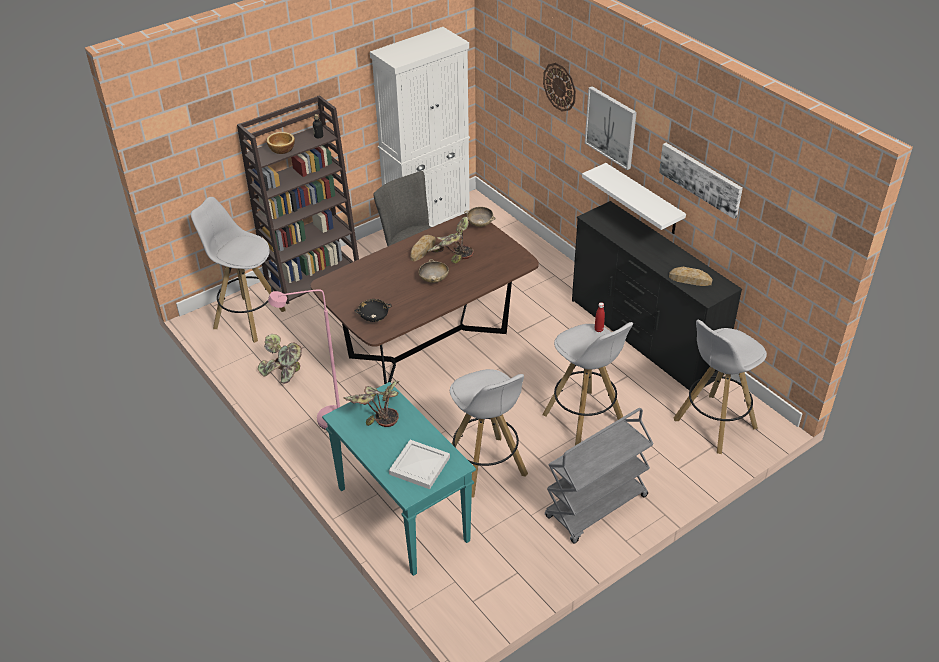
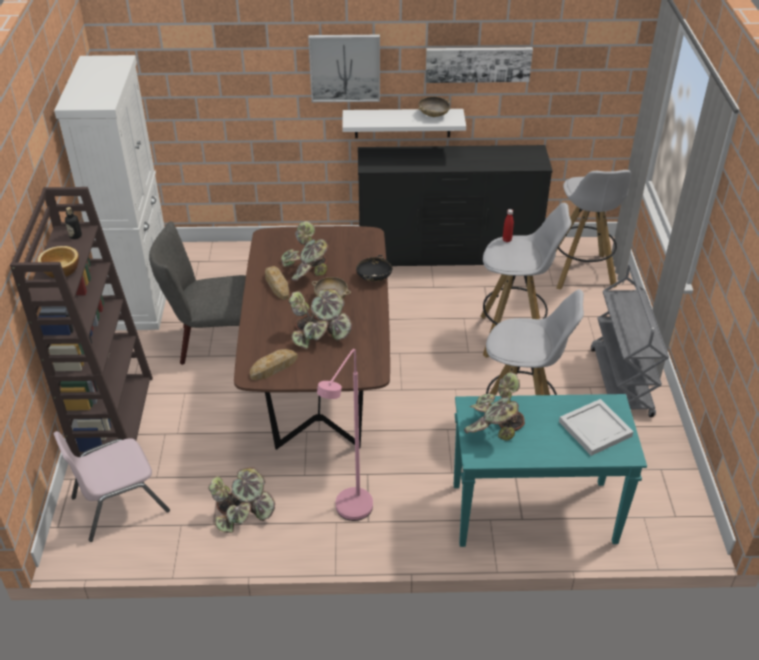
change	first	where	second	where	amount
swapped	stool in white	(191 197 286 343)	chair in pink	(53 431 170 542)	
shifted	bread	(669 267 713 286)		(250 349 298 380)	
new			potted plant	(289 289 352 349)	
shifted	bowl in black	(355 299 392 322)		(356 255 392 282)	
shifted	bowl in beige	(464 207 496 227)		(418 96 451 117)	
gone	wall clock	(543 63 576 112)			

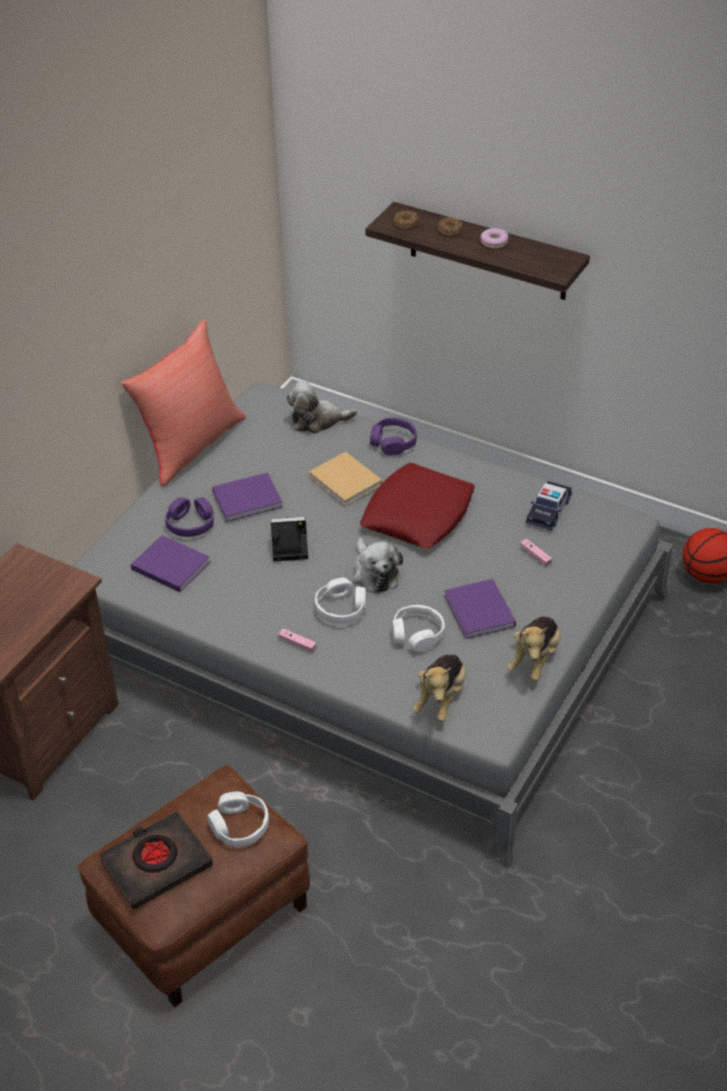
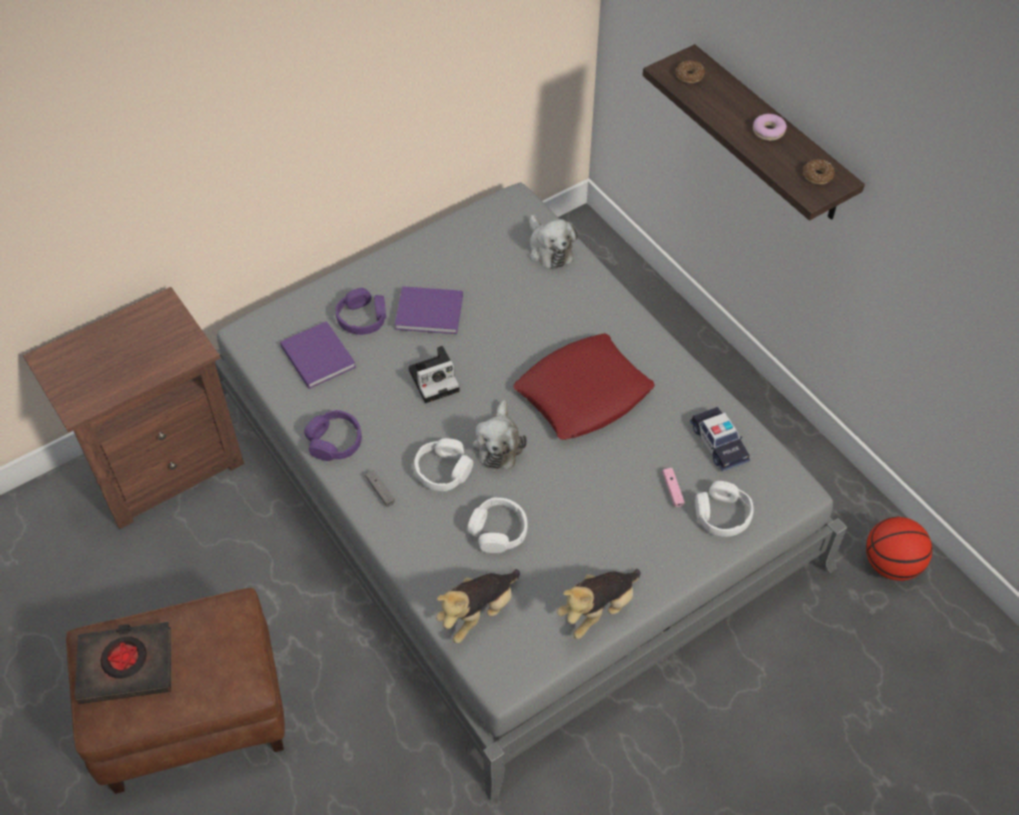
change	first	where	second	where	amount
shifted	headphones in purple	(370 418 417 456)		(304 410 362 461)	
repainted	game controller in pink	(278 628 316 652)	game controller in grey	(365 470 395 507)	
rotated	photo camera	(270 517 308 561)		(409 346 460 403)	135 degrees clockwise
rotated	plush toy	(287 381 357 434)		(529 215 578 269)	135 degrees counterclockwise
rotated	toy car	(526 481 572 531)		(690 407 750 472)	75 degrees counterclockwise
shifted	headphones in white	(207 792 269 847)		(695 481 754 537)	
shifted	donut	(438 217 463 236)		(803 159 835 184)	
gone	pillow in red	(121 319 246 486)			
gone	book in beige	(309 452 382 506)			
gone	book in purple	(444 579 516 639)			

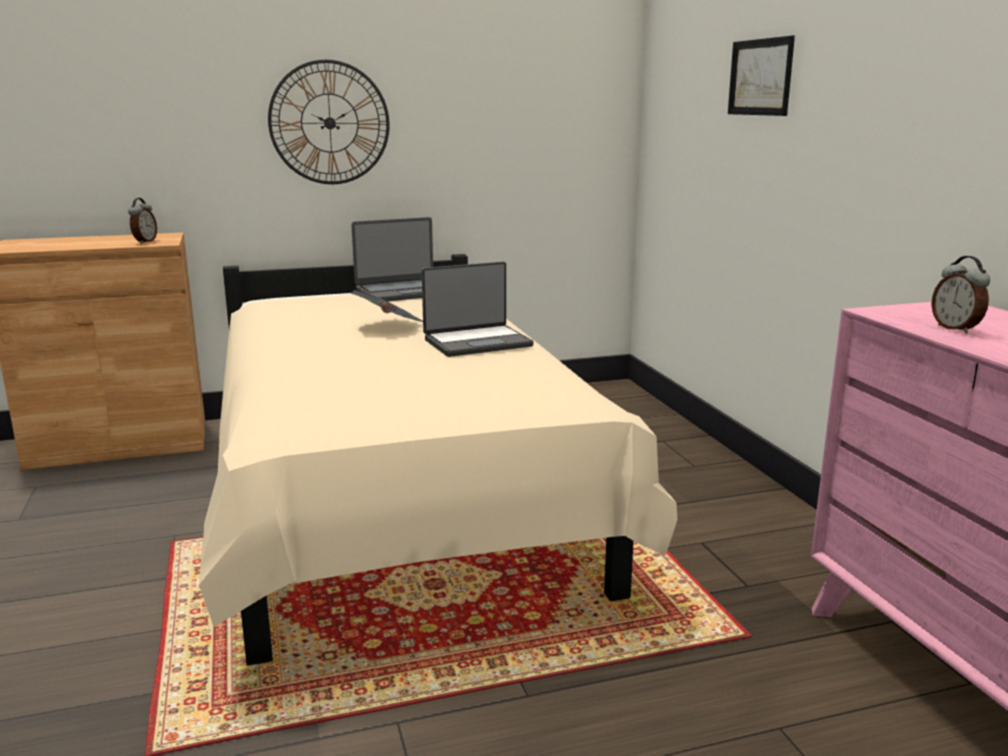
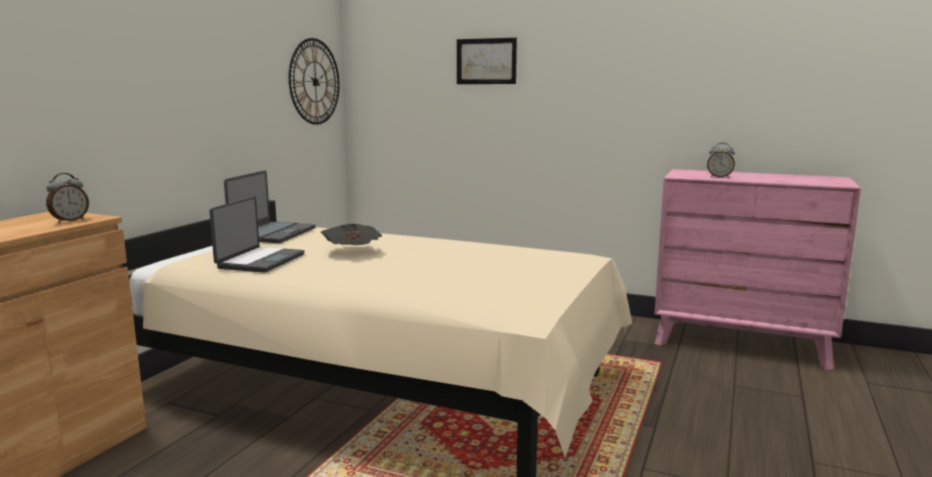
change	first	where	second	where	amount
rotated	alarm clock	(128 198 157 244)		(46 173 89 223)	75 degrees clockwise
shifted	laptop	(422 262 534 357)		(209 197 304 273)	
shifted	wall clock	(268 60 389 184)		(289 38 340 125)	

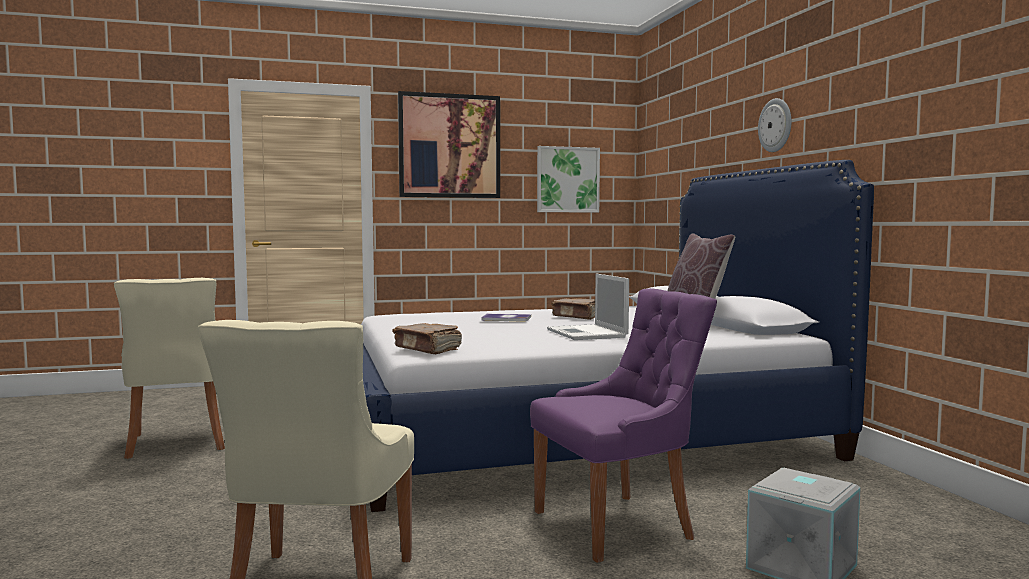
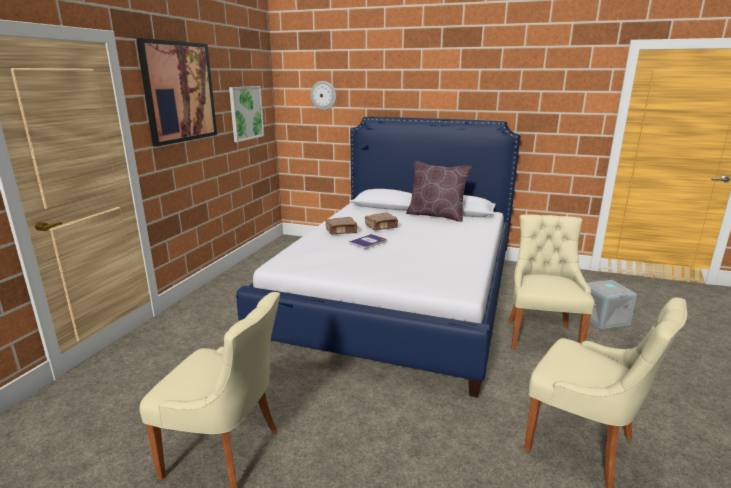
change	first	where	second	where	amount
shifted	wall clock	(758 98 792 152)		(310 81 336 110)	
shifted	book in brown	(392 323 462 354)		(326 217 358 234)	
repainted	chair in purple	(530 288 717 563)	chair in beige	(508 215 595 350)	
gone	laptop	(547 273 629 340)			

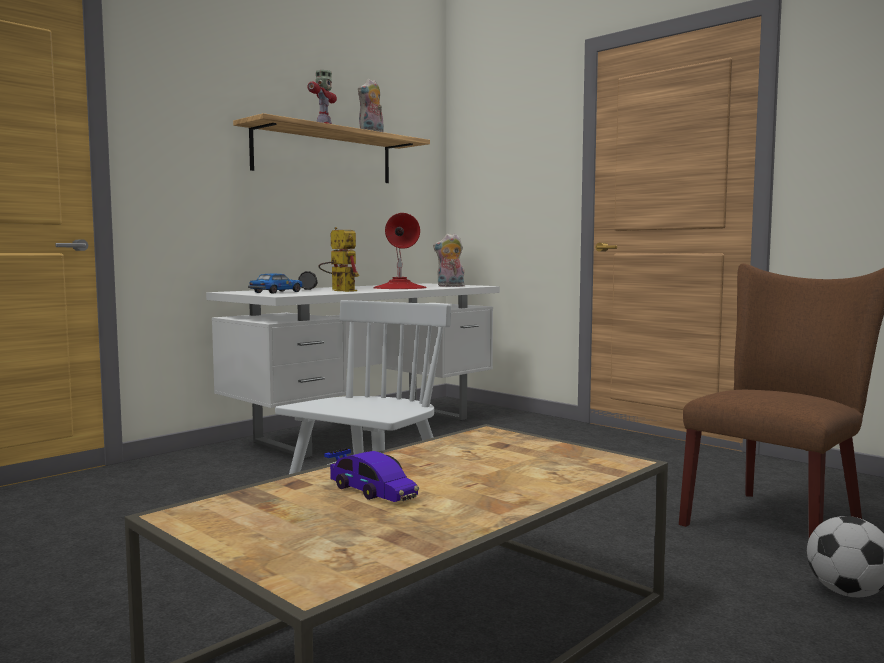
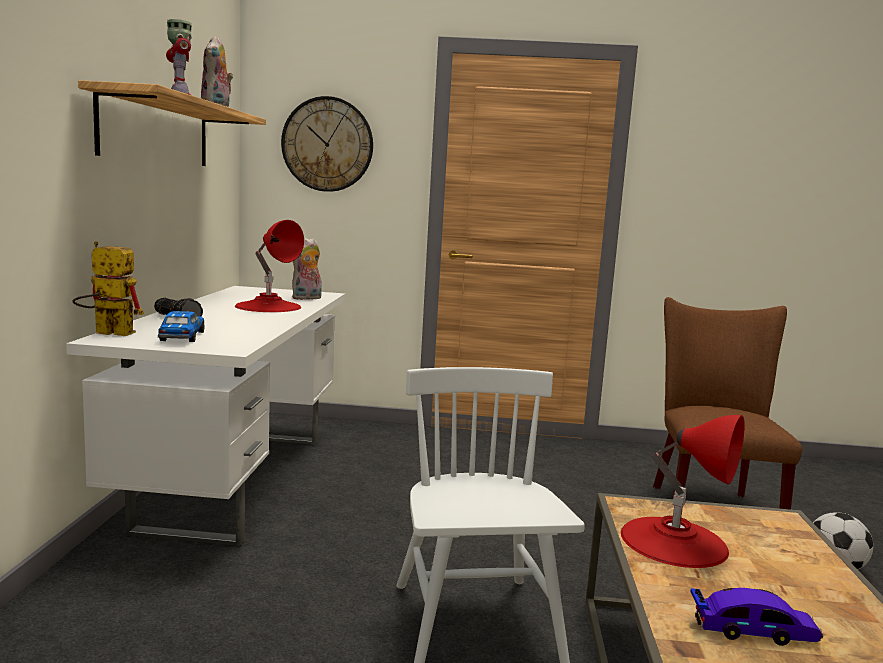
change	first	where	second	where	amount
shifted	toy robot	(319 227 359 292)		(73 241 144 336)	
new			wall clock	(281 96 373 192)	
new			table lamp in red	(621 415 745 568)	

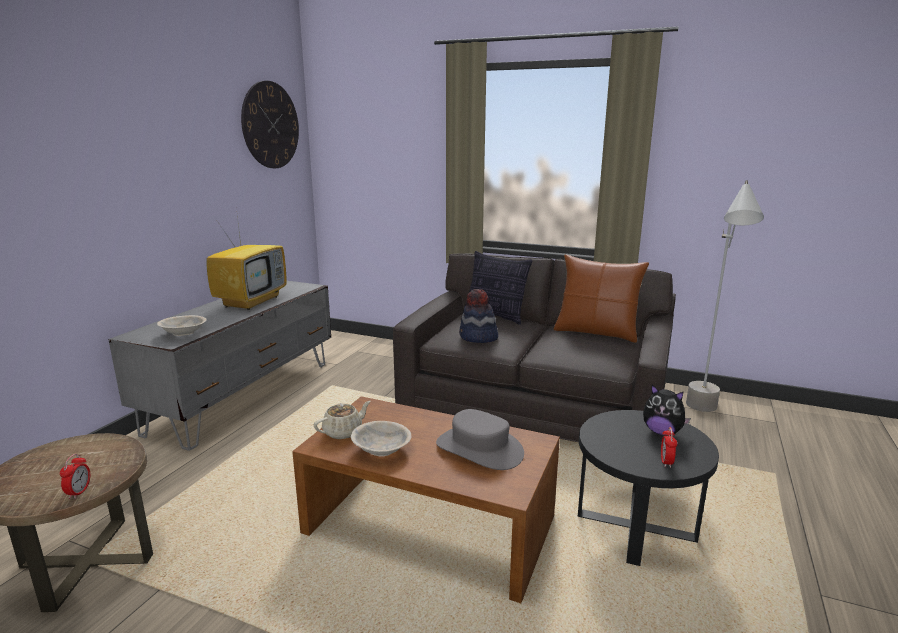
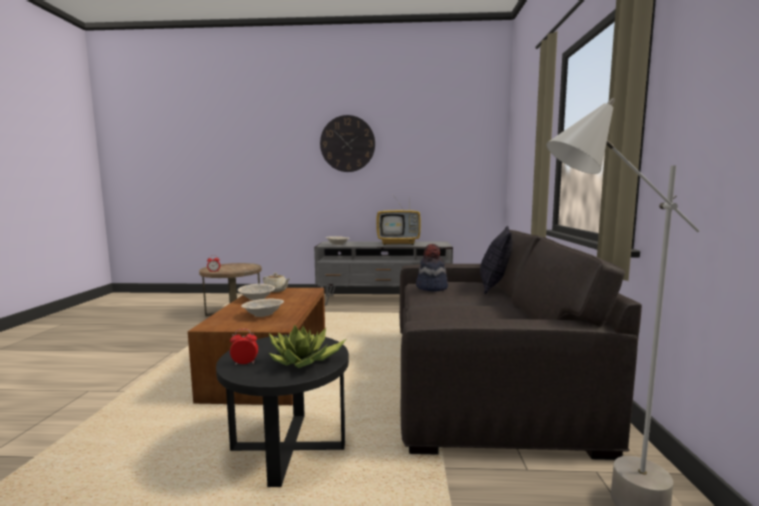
change	first	where	second	where	amount
swapped	hat in grey	(436 409 524 470)	bowl in beige	(241 299 284 317)	
swapped	plush toy	(643 385 691 436)	potted plant	(269 325 346 368)	
shifted	wall clock	(241 81 299 168)		(320 115 375 172)	
gone	pillow in brown	(554 255 649 343)			

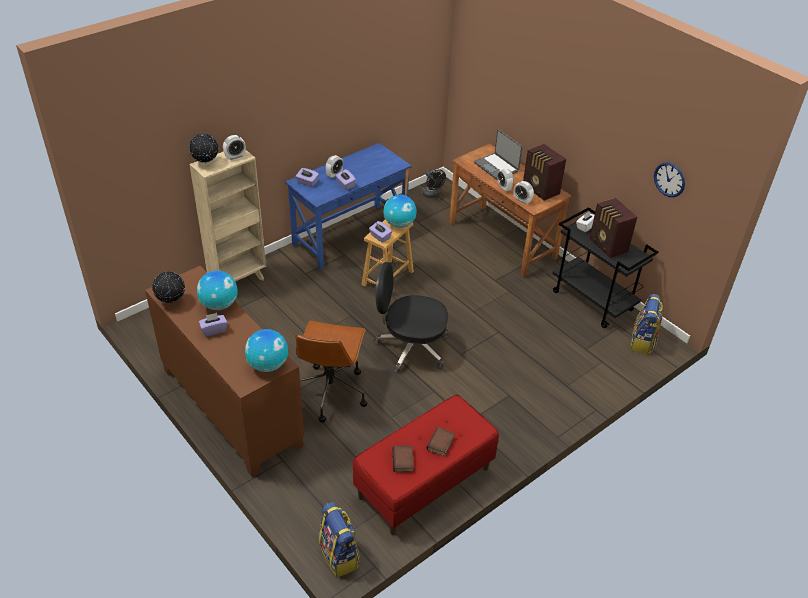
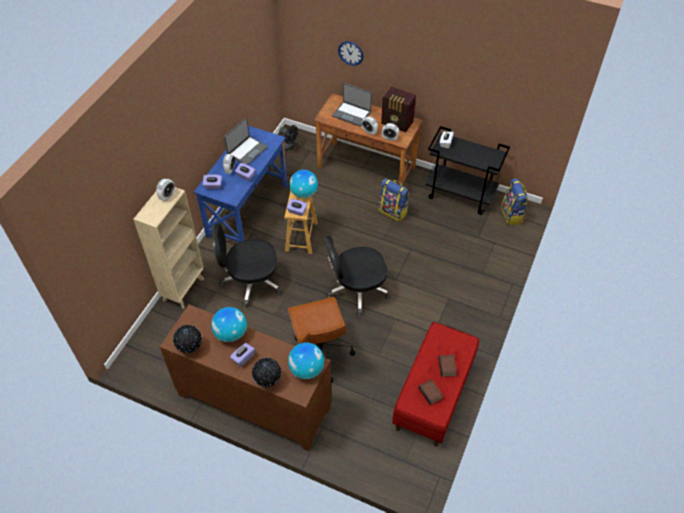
change	first	where	second	where	amount
new			office chair in black	(213 223 281 308)	
new			laptop	(224 118 268 165)	
shifted	globe	(189 132 218 164)		(252 358 281 387)	
shifted	wall clock	(654 162 685 197)		(338 41 363 66)	
shifted	backpack	(319 502 360 577)		(378 178 409 222)	
gone	radio	(590 198 637 258)			

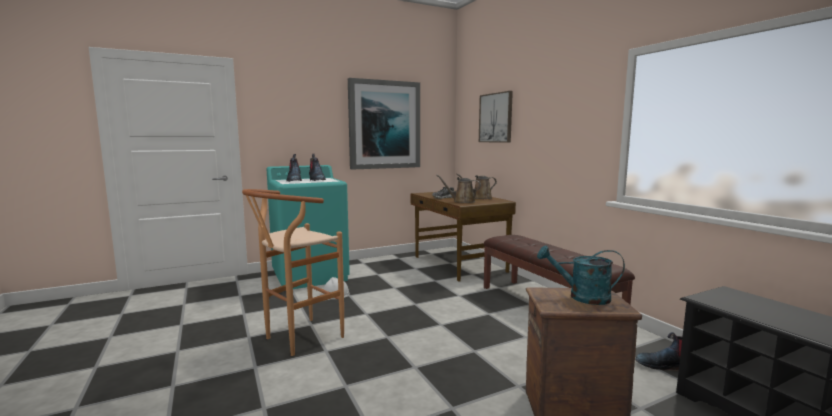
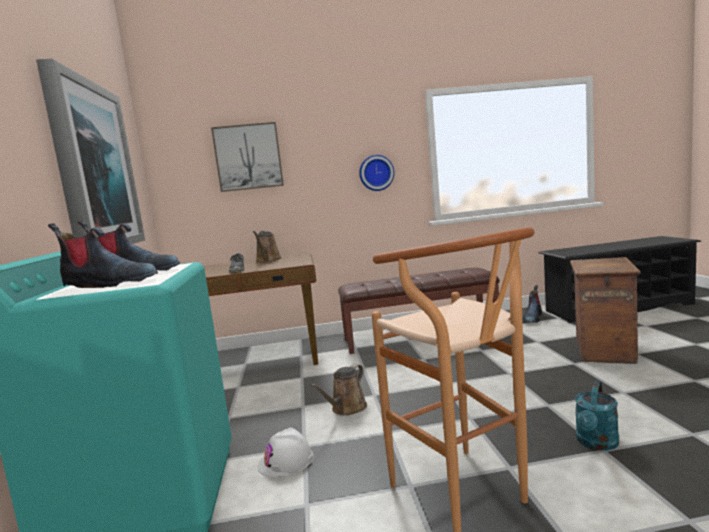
change	first	where	second	where	amount
shifted	watering can in brown	(436 174 481 203)		(310 364 367 416)	
new			wall clock	(359 155 394 191)	
shifted	watering can in turquoise	(537 245 625 305)		(575 381 619 451)	

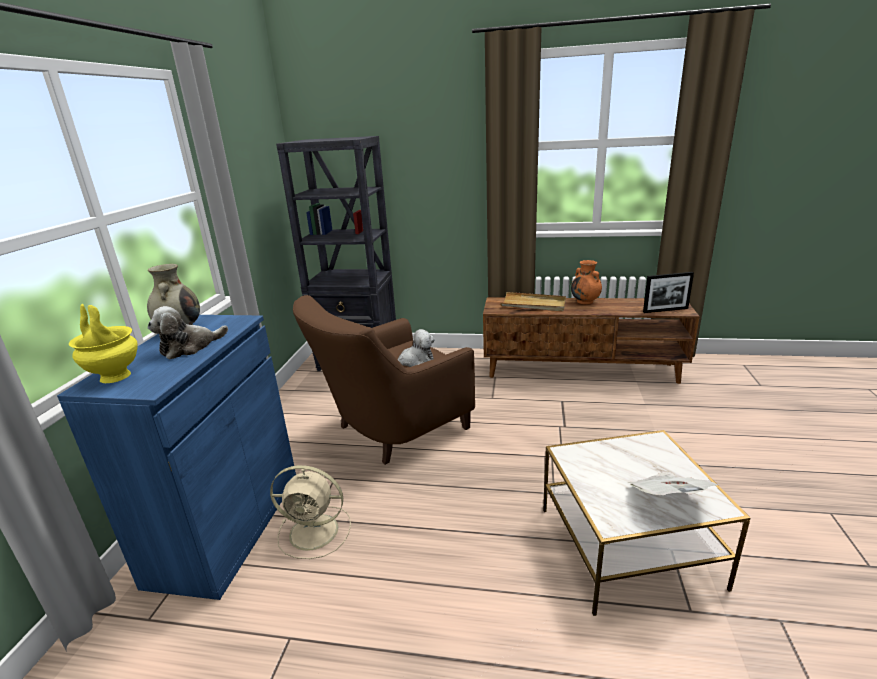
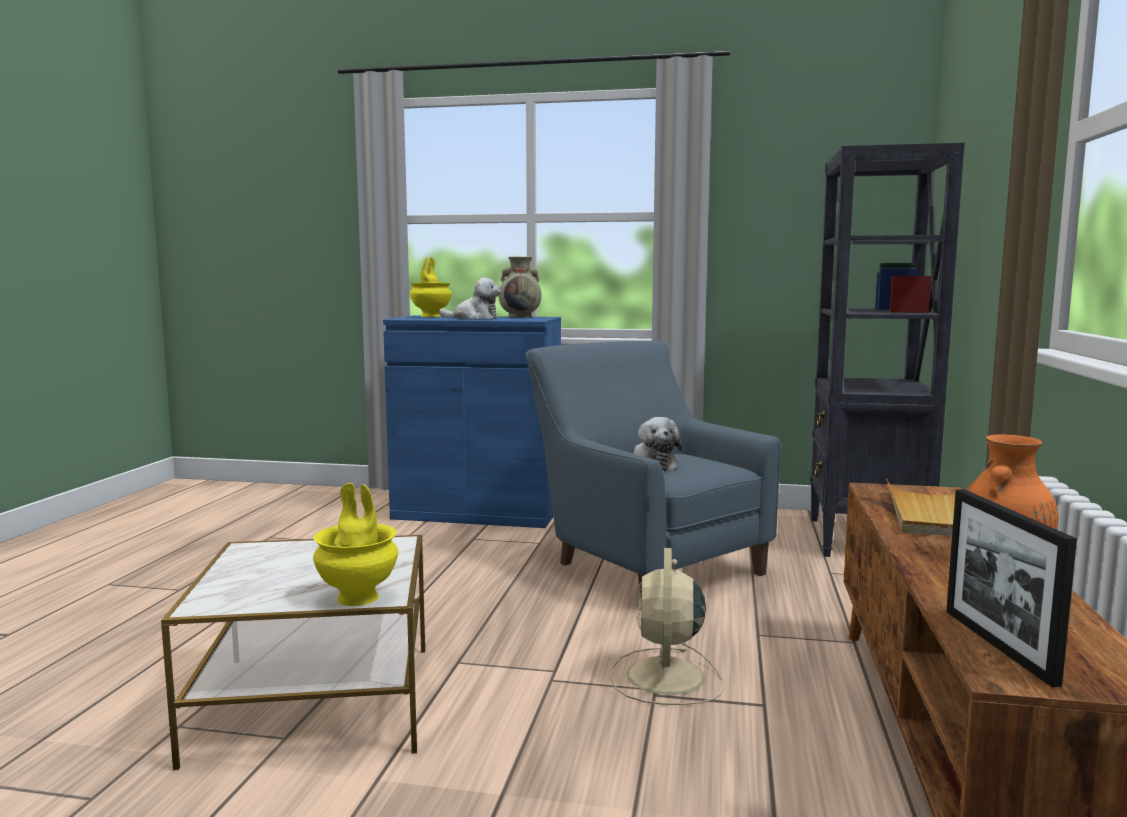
change	first	where	second	where	amount
new			vase in yellow	(313 483 398 606)	
rotated	plush toy	(148 306 228 360)		(439 277 501 319)	135 degrees clockwise
repainted	armchair in brown	(293 295 475 465)	armchair in blue	(525 341 781 598)	
shifted	fan in beige	(270 465 351 559)		(610 548 724 705)	
gone	newspaper	(628 473 718 495)			

